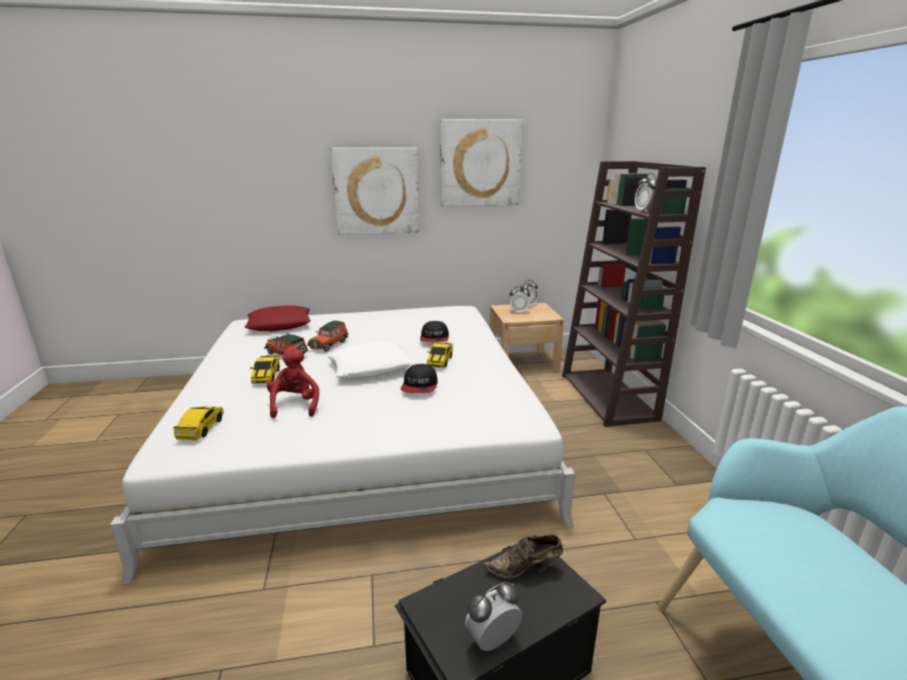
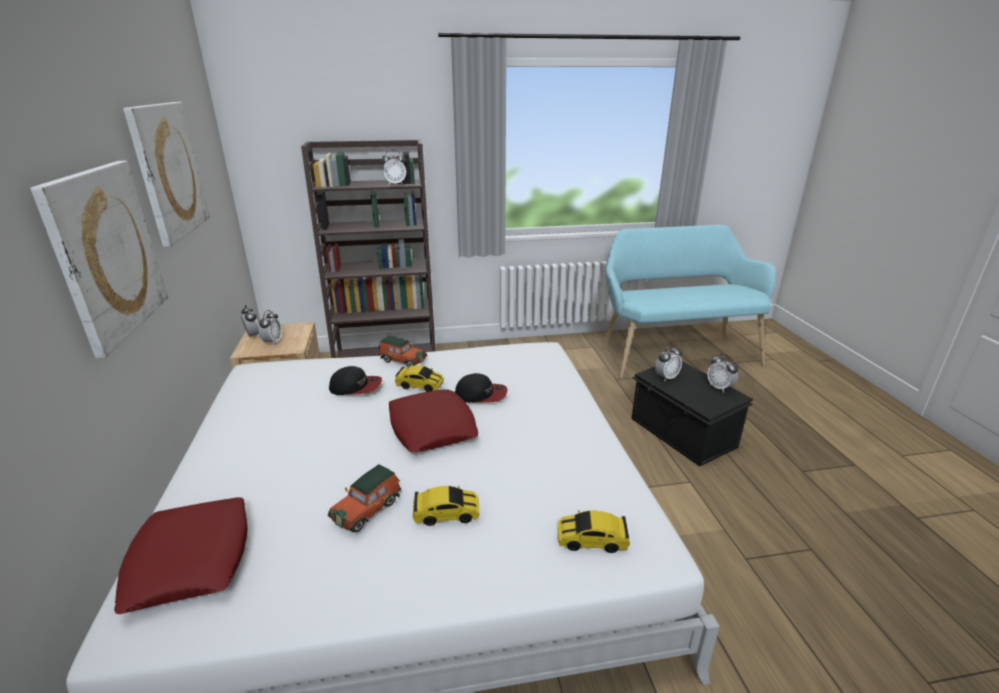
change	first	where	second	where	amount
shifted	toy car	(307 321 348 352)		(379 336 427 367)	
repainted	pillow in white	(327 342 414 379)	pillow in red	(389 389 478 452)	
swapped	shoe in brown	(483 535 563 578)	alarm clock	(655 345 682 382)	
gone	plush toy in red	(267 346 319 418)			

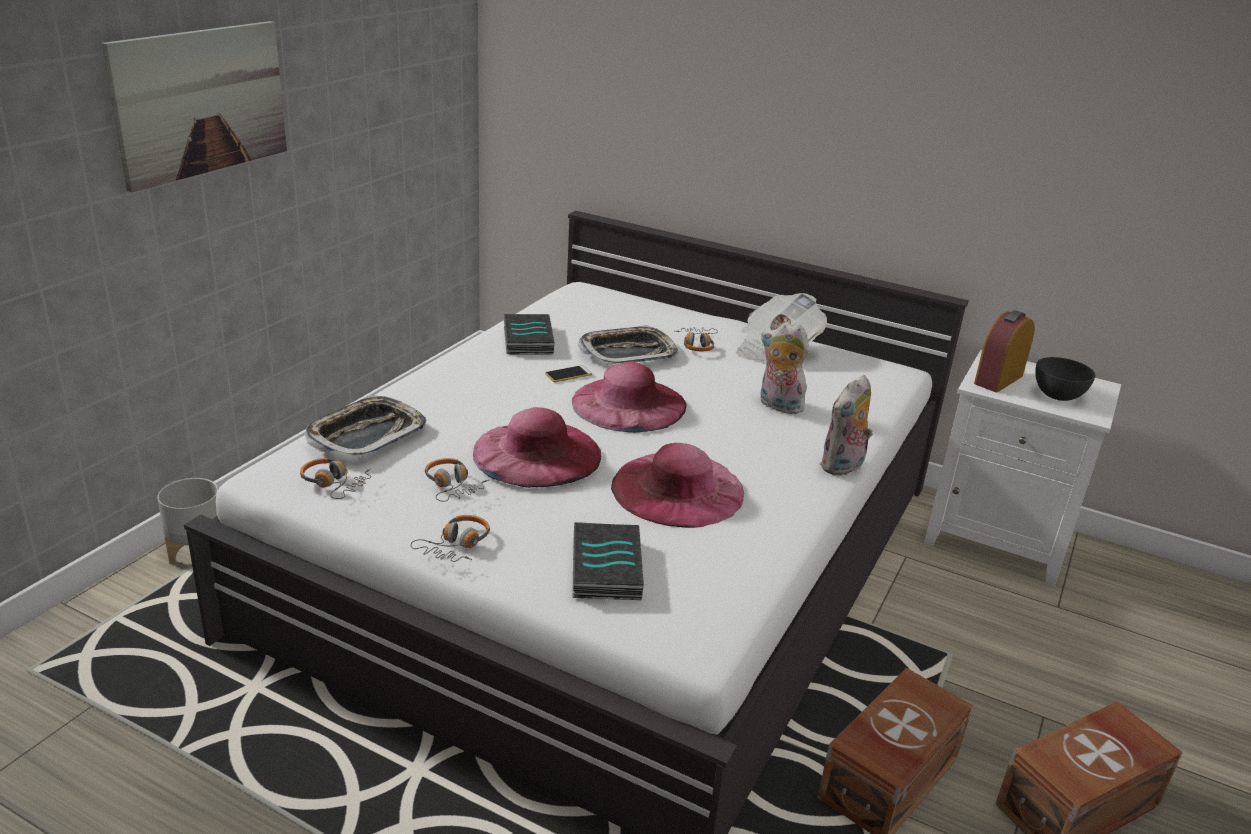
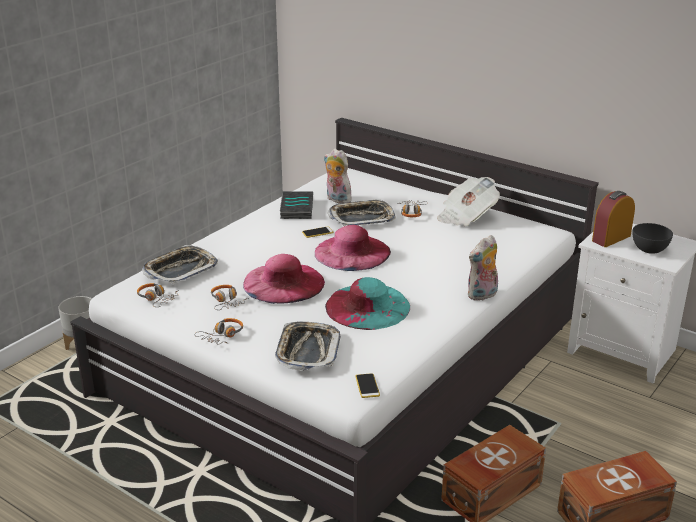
change	first	where	second	where	amount
swapped	book	(572 522 644 600)	tray	(275 321 340 371)	
shifted	plush toy	(761 322 810 414)		(324 148 353 203)	
repainted	hat in pink	(611 443 744 528)	hat in turquoise	(325 277 410 330)	
new			phone	(355 373 380 398)	
gone	picture	(102 21 287 192)			

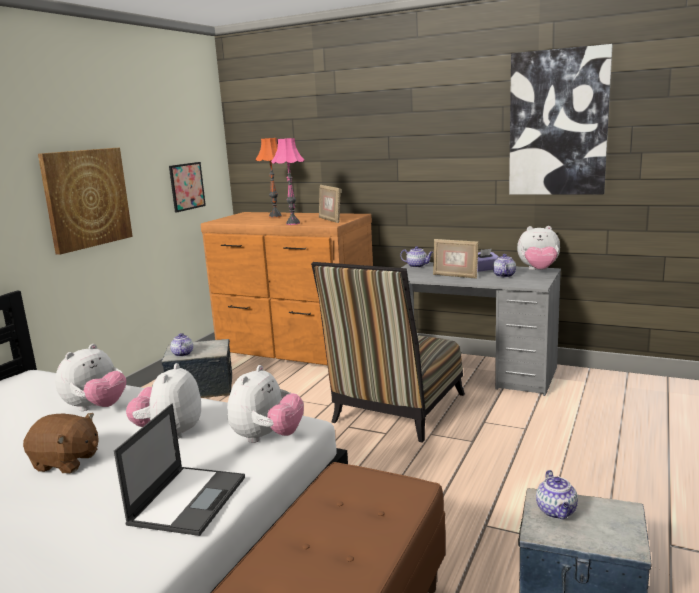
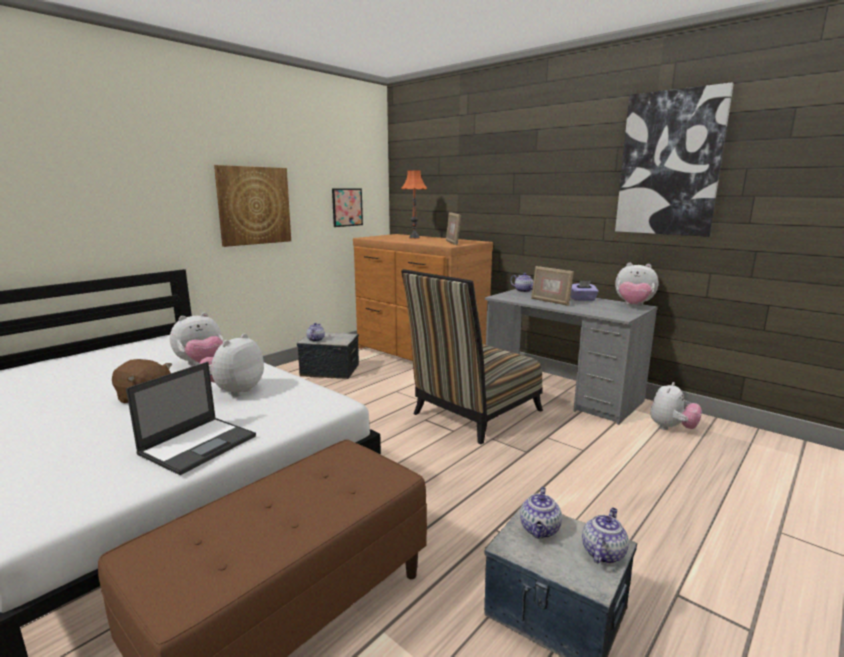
change	first	where	second	where	amount
shifted	teapot	(493 254 516 278)		(582 508 629 564)	
shifted	plush toy	(227 365 304 443)		(650 382 702 430)	
gone	table lamp in pink	(271 138 305 225)			

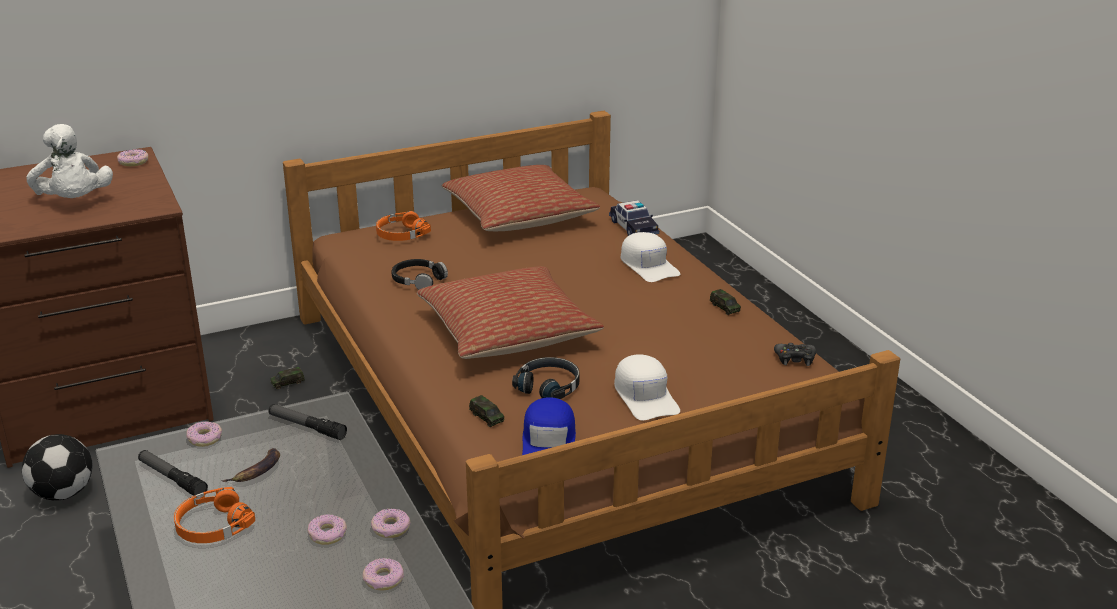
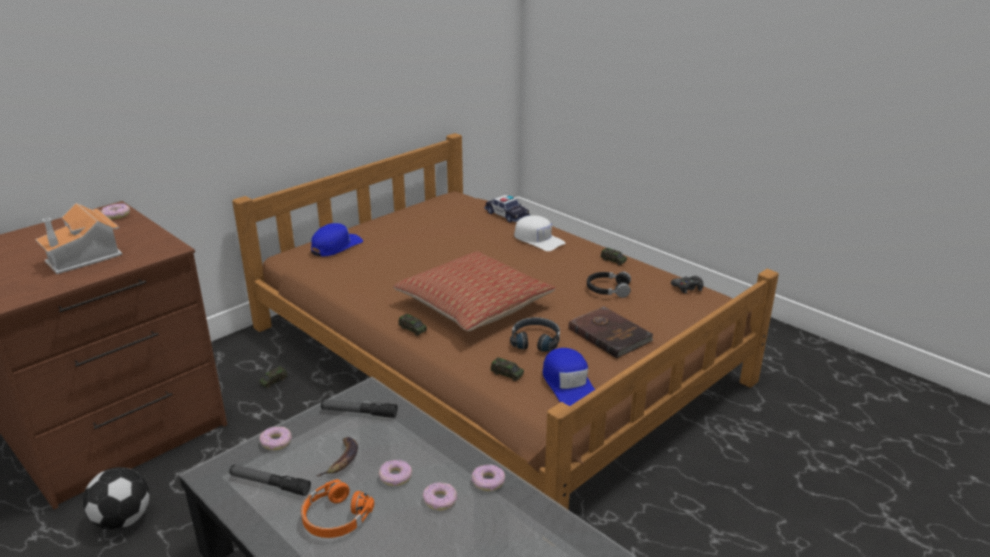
change	first	where	second	where	amount
swapped	plush toy in white	(27 124 113 198)	toy house	(35 203 123 274)	
swapped	headphones in orange	(376 211 431 241)	cap in blue	(311 223 363 256)	
shifted	donut	(363 558 404 591)		(379 460 412 486)	
new			toy car	(398 314 427 336)	
swapped	cap in white	(614 354 680 420)	book in brown	(568 306 654 358)	
shifted	headphones in black	(392 259 448 290)		(587 271 631 298)	
gone	pillow	(442 165 600 231)			

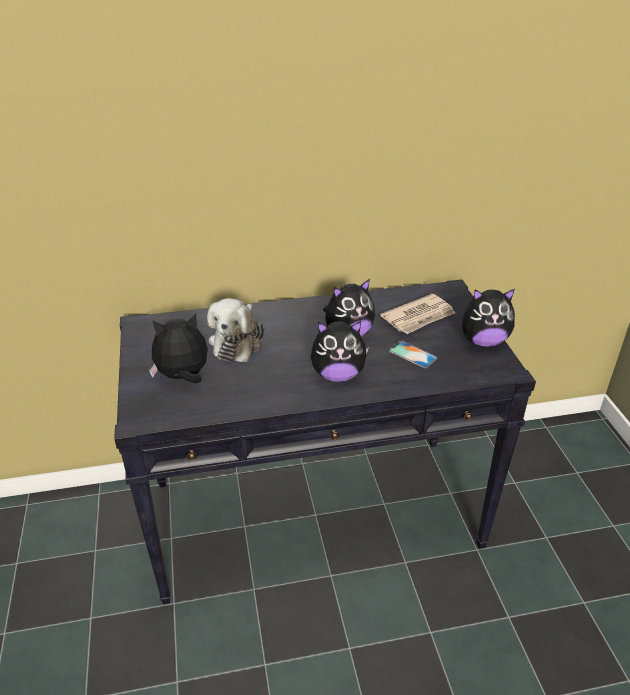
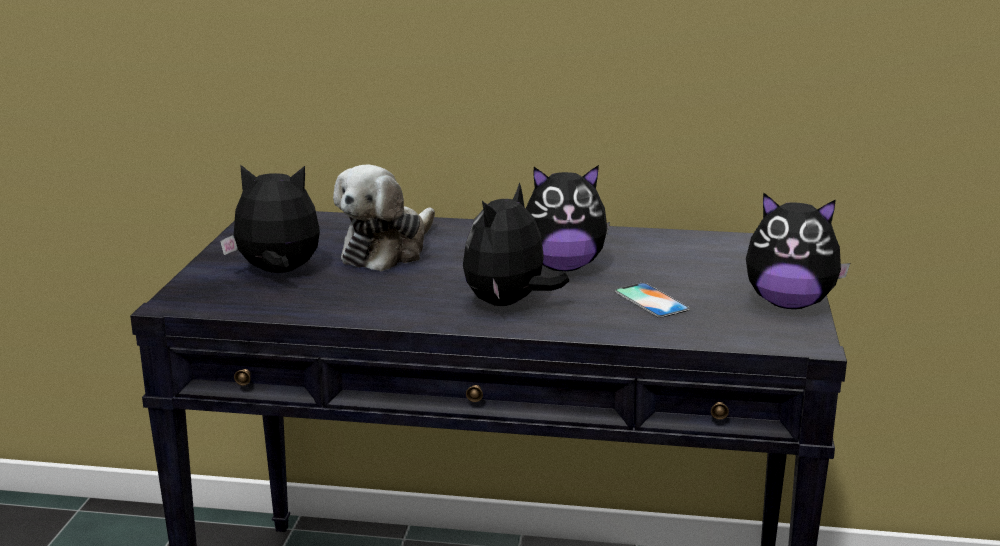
change	first	where	second	where	amount
rotated	plush toy	(311 321 369 382)		(463 182 569 306)	105 degrees clockwise
gone	newspaper	(380 294 455 334)			

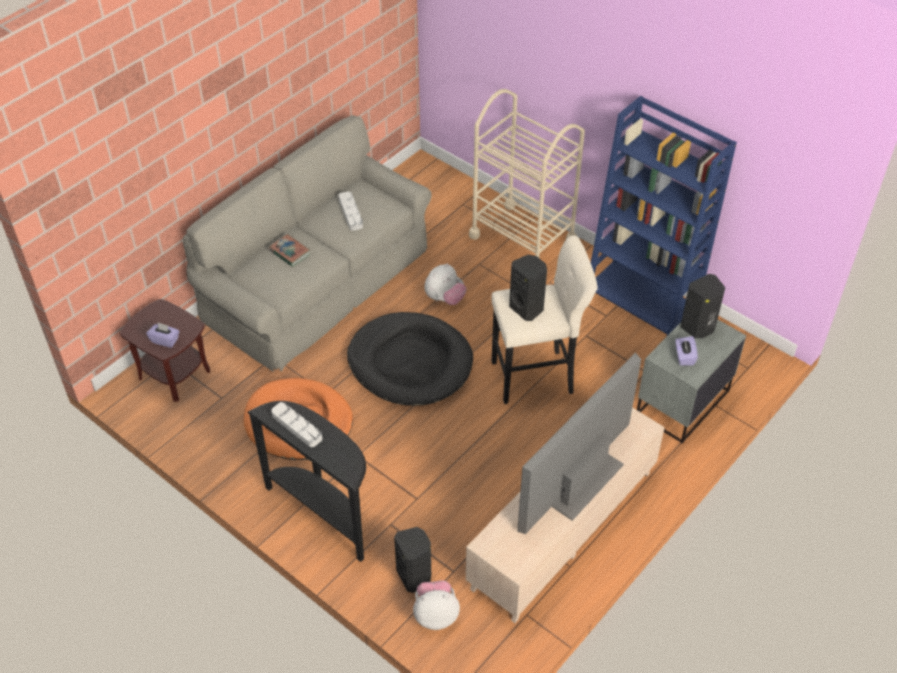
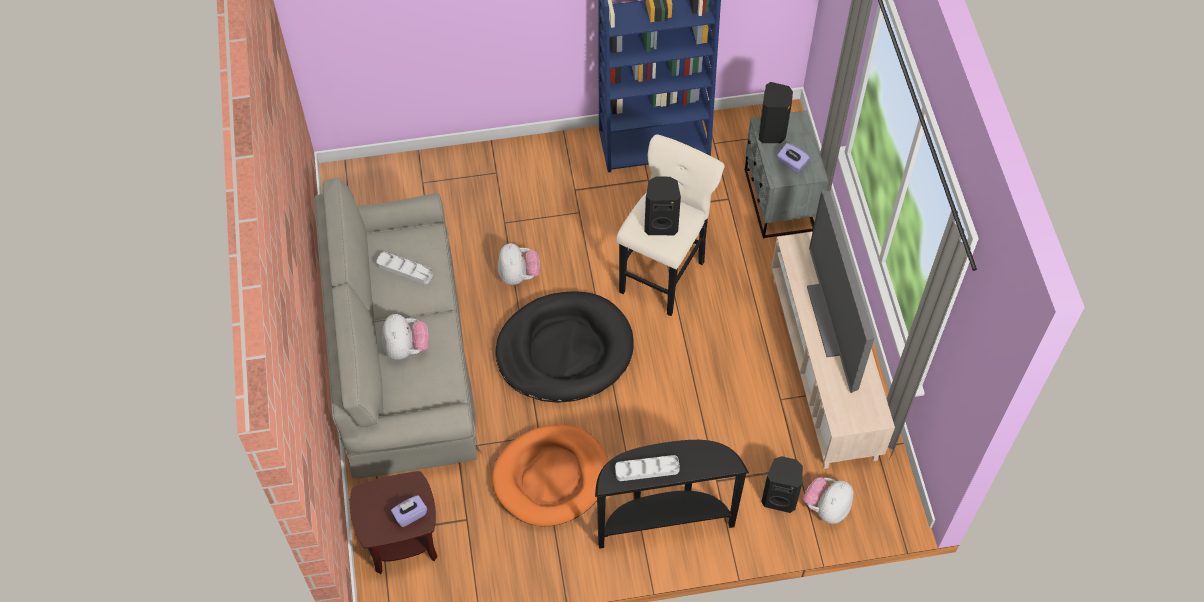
change	first	where	second	where	amount
swapped	book	(269 234 310 267)	plush toy	(382 314 429 360)	
gone	cart in beige	(469 89 585 258)			

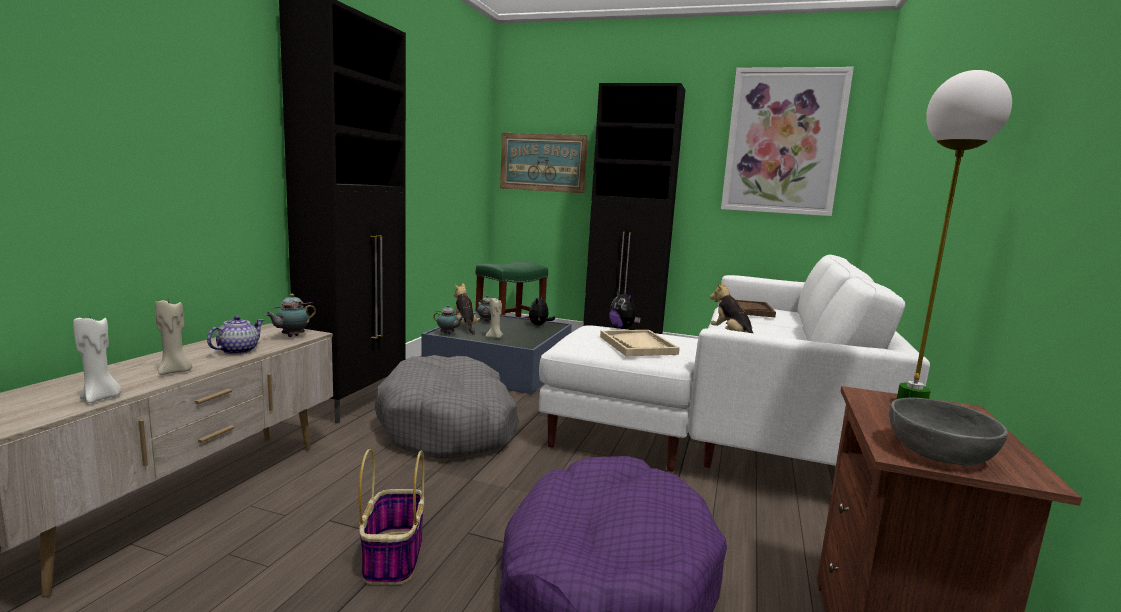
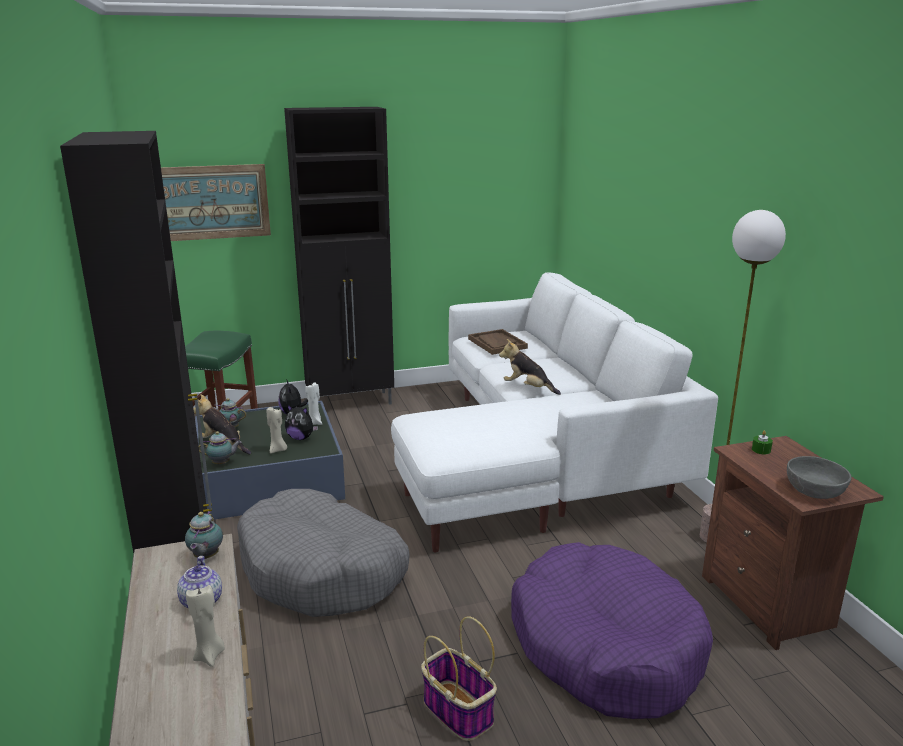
change	first	where	second	where	amount
shifted	plush toy	(609 290 641 329)		(285 404 318 440)	
shifted	candle in white	(73 317 121 403)		(305 382 322 425)	
gone	tray in beige	(600 330 680 356)			
gone	picture	(721 67 854 216)			

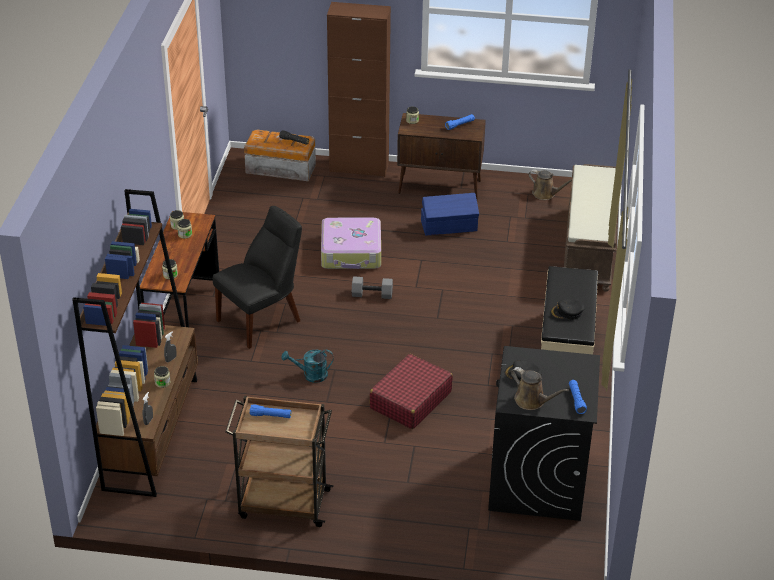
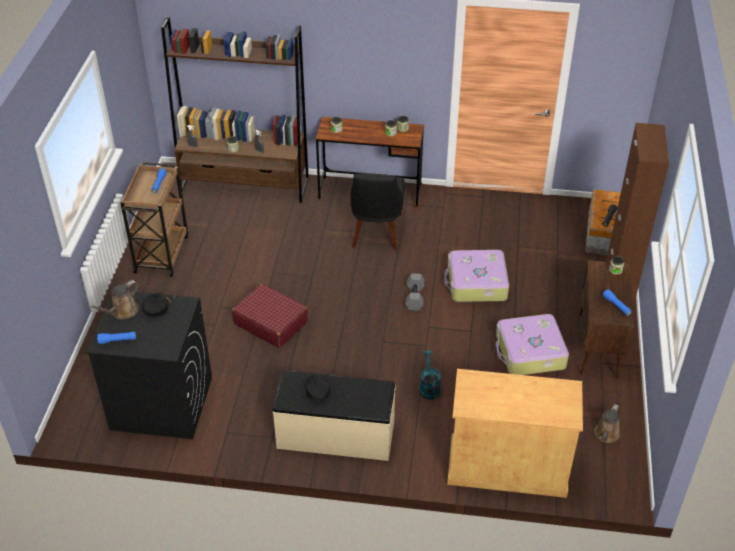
change	first	where	second	where	amount
rotated	chair in black	(213 206 302 349)		(350 173 405 250)	45 degrees clockwise
shifted	watering can in turquoise	(281 350 334 383)		(419 350 441 400)	
swapped	bench in brown	(564 164 617 292)	cabinet in beige	(447 369 583 498)	
swapped	storage box in blue	(421 193 479 236)	suitcase	(496 314 569 375)	

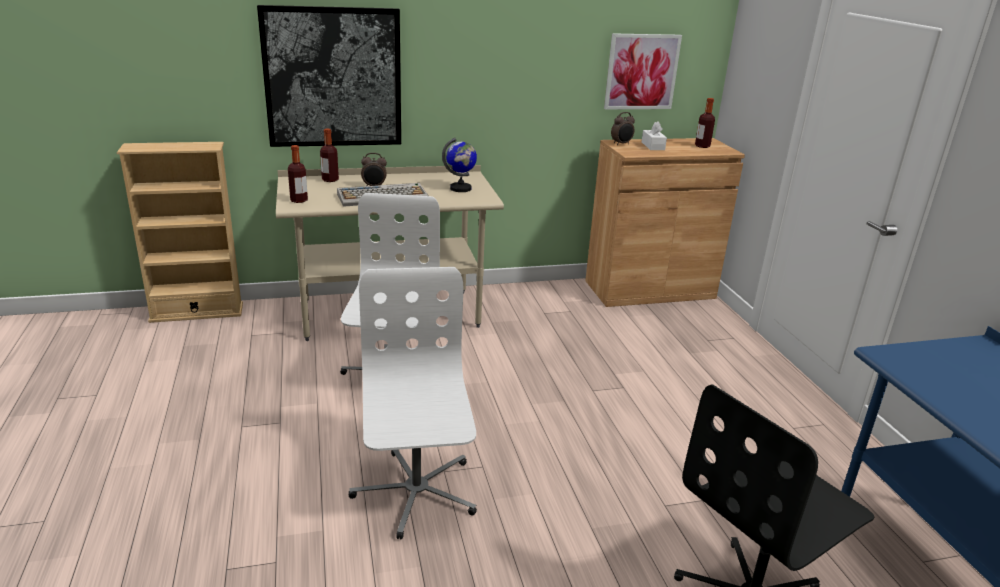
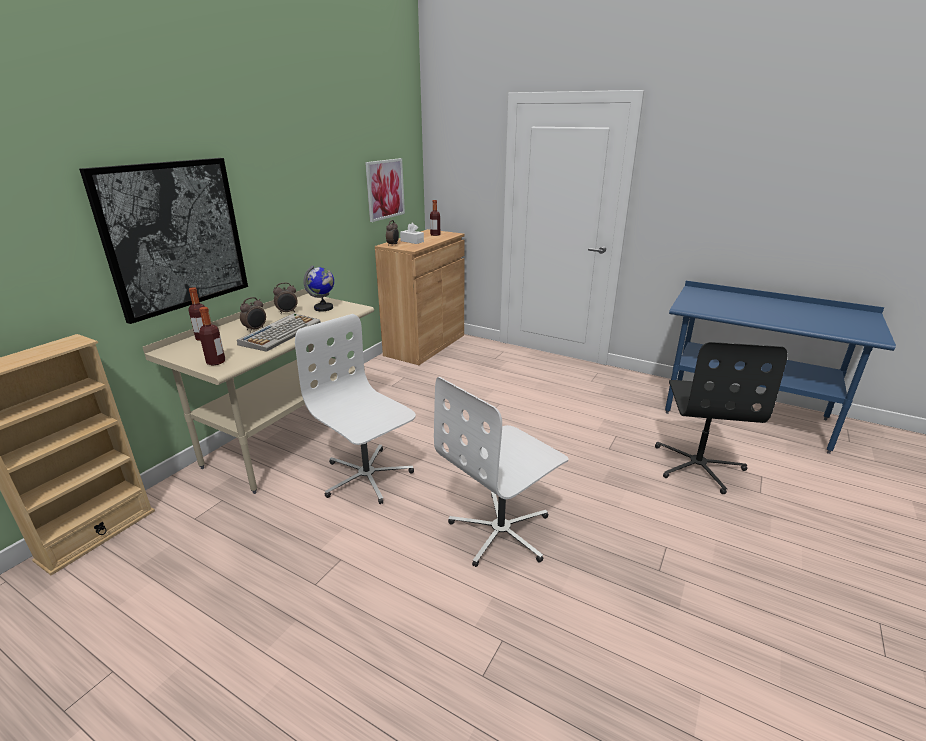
change	first	where	second	where	amount
new			alarm clock	(273 282 298 314)	
rotated	office chair in white	(349 267 477 539)		(434 377 569 567)	75 degrees counterclockwise

